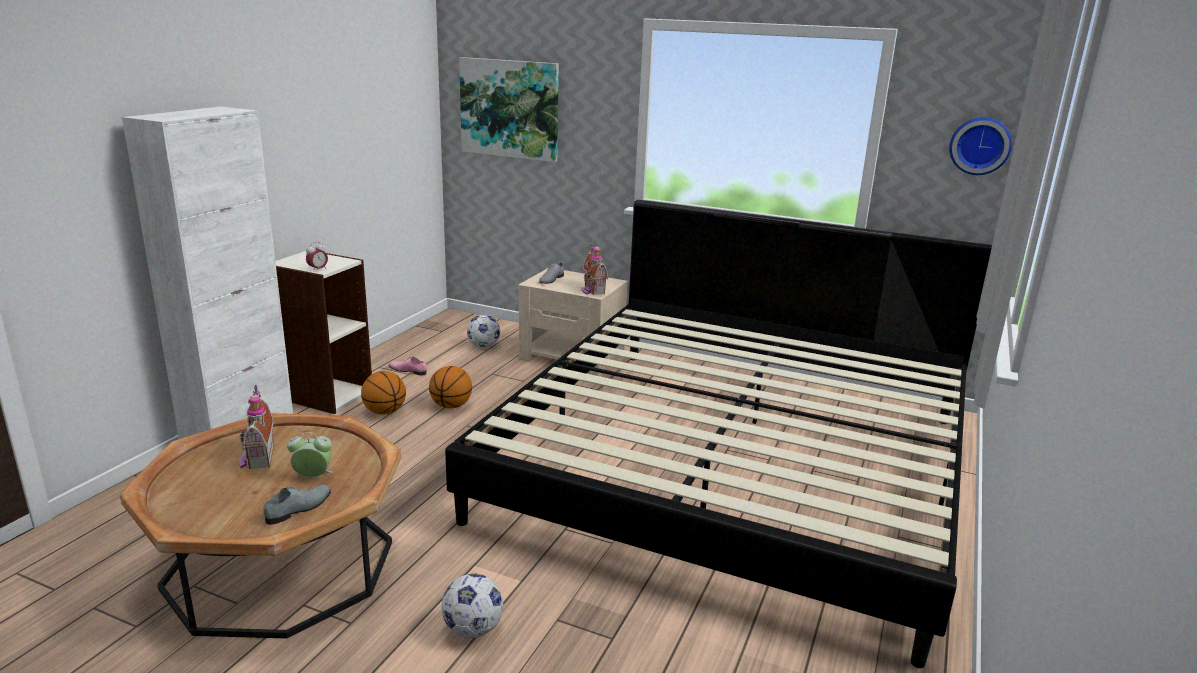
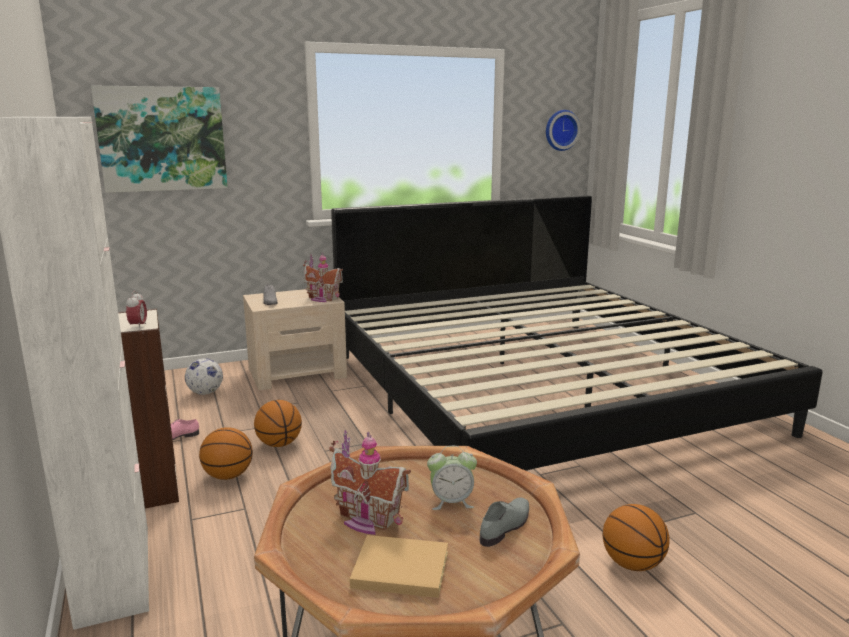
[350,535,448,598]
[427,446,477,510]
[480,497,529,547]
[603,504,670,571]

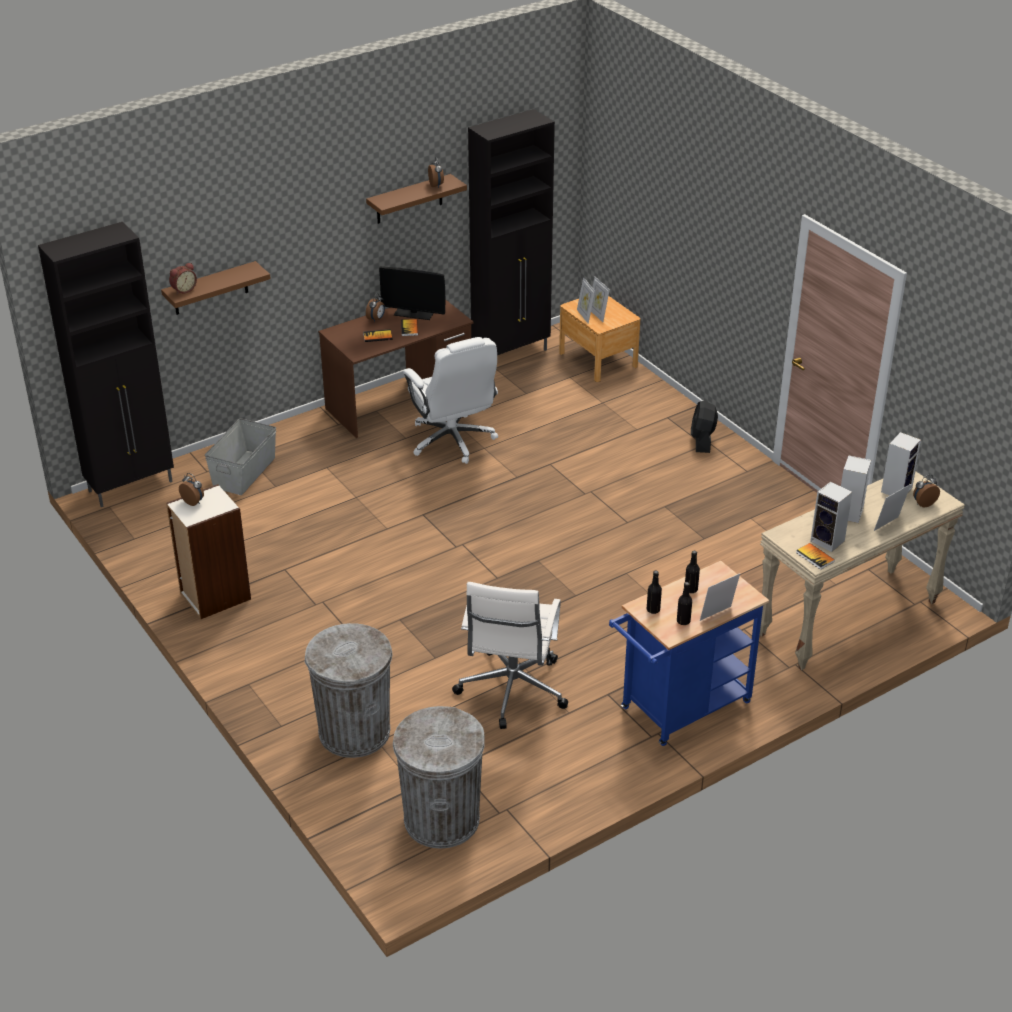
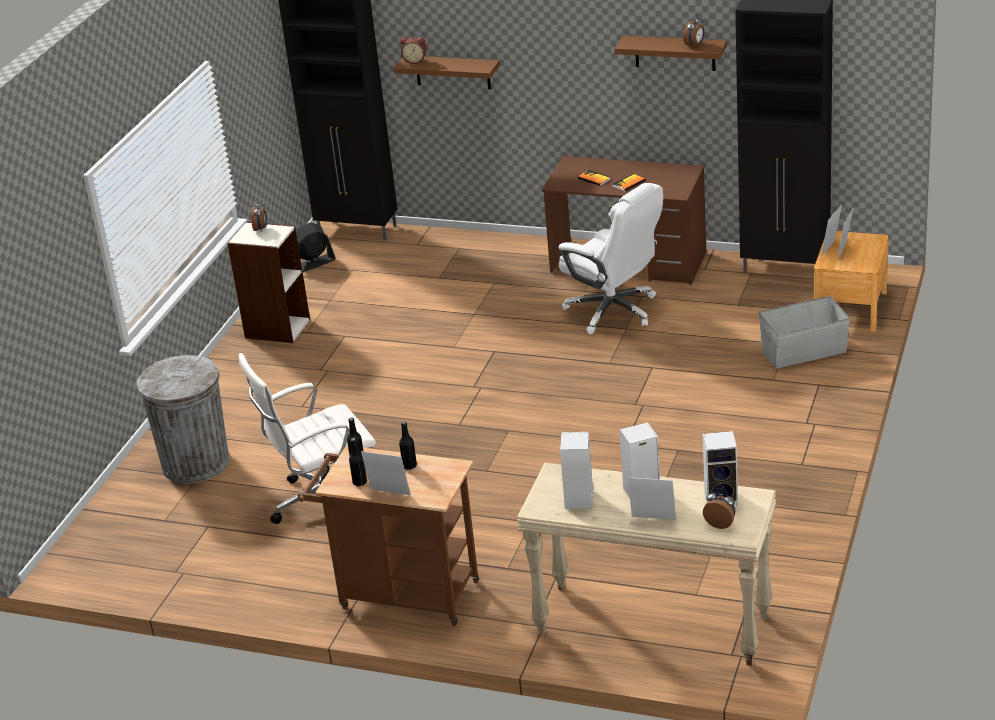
[296,223,336,272]
[298,446,479,626]
[559,183,663,334]
[759,296,850,369]
[366,293,385,322] (first image)
[379,266,445,320] (first image)
[393,706,484,848] (first image)
[796,543,835,570] (first image)

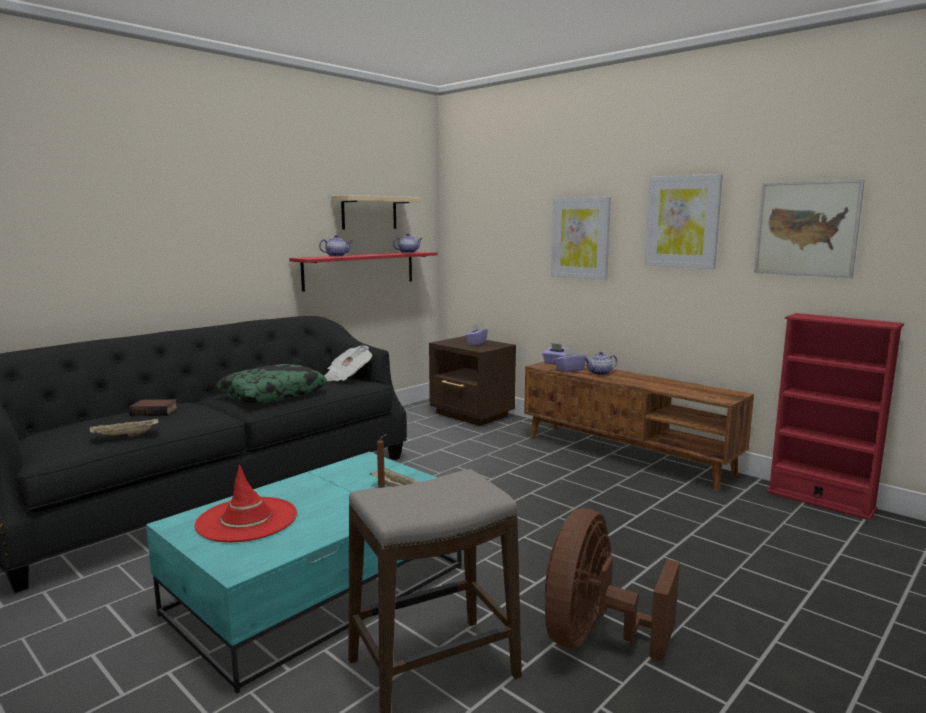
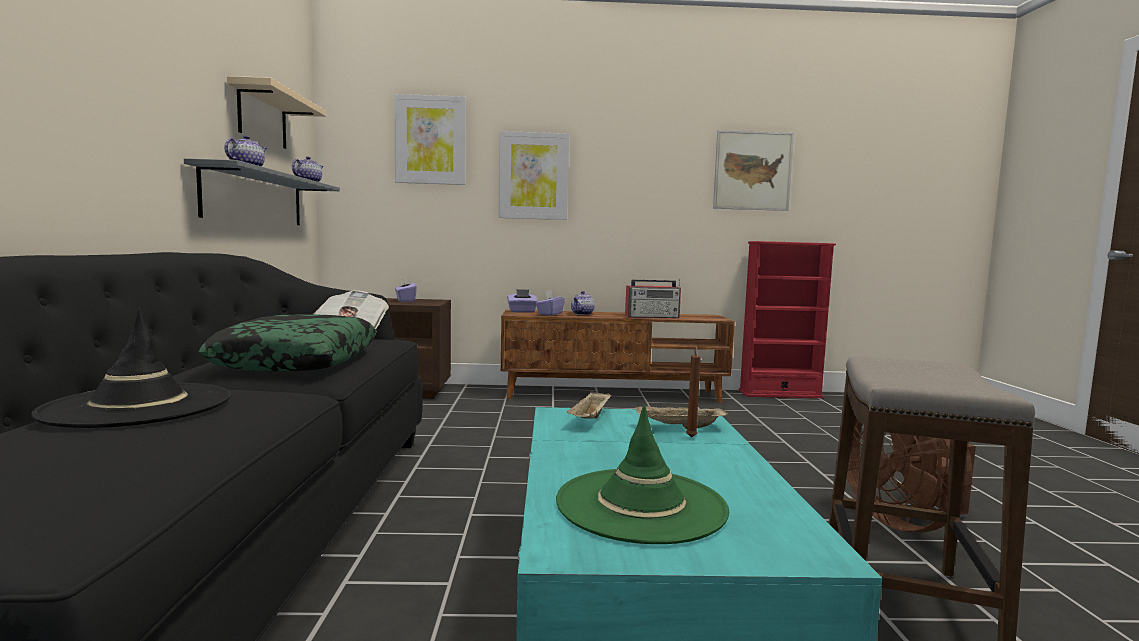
[31,308,231,428]
[184,158,340,225]
[394,94,466,185]
[556,405,729,544]
[567,390,612,419]
[625,279,681,319]

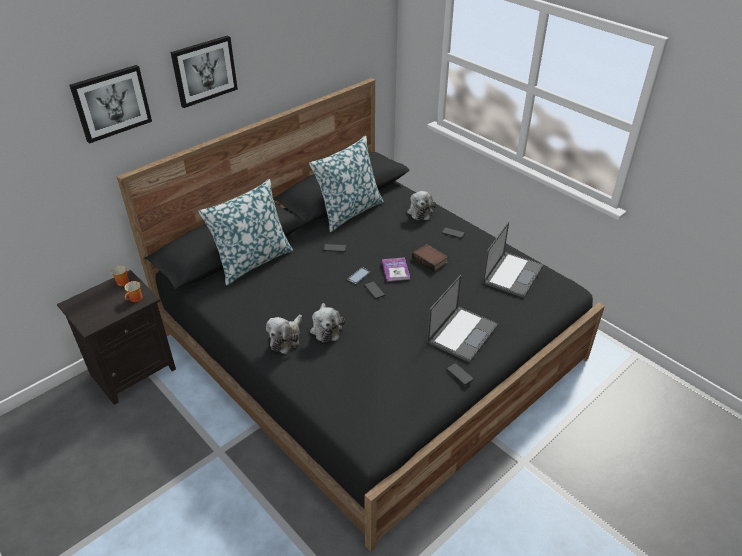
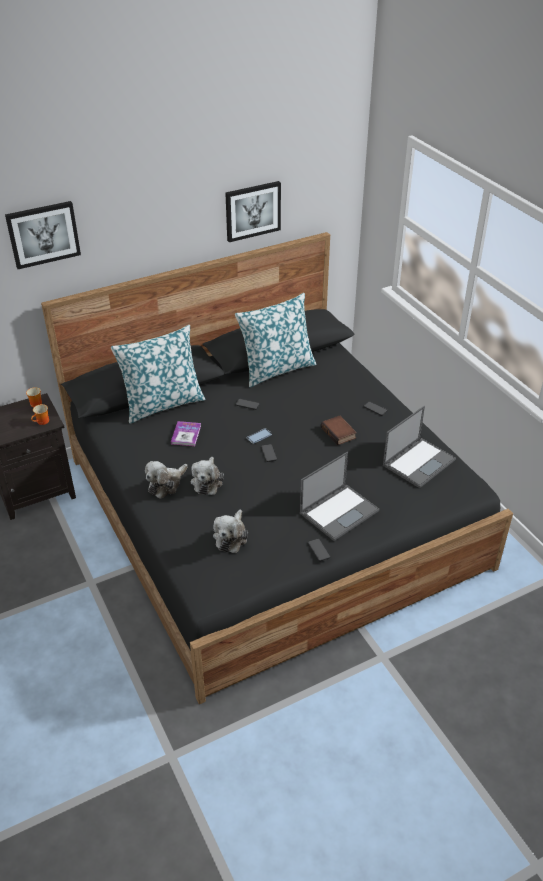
[171,421,201,446]
[213,510,248,553]
[225,181,281,242]

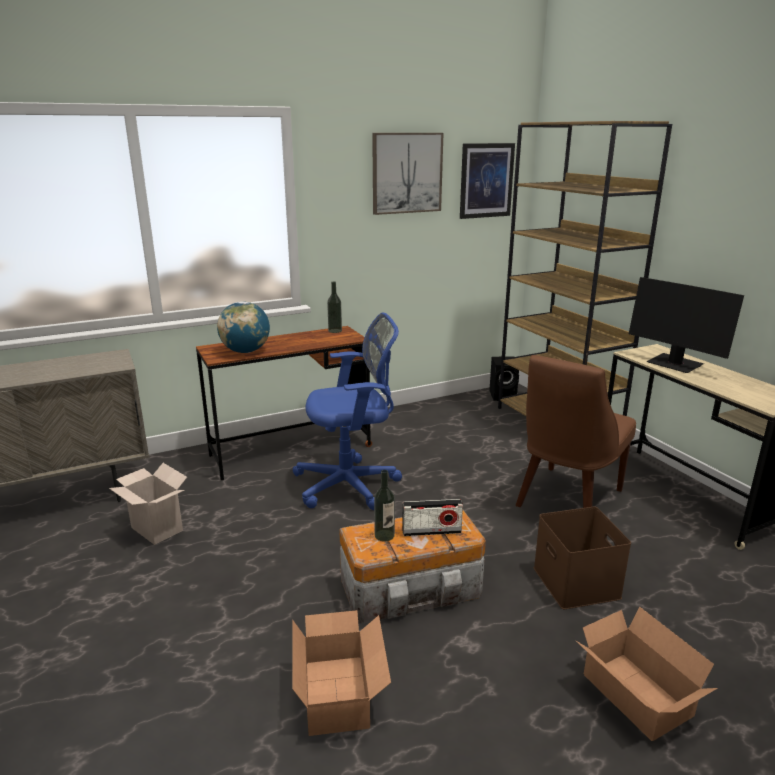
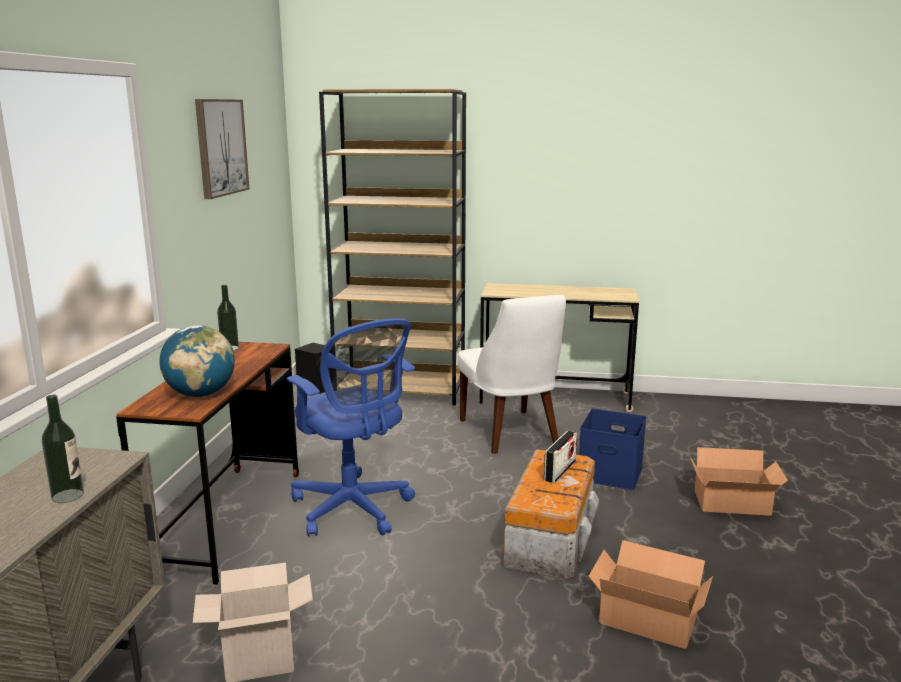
[42,395,84,503]
[287,318,415,536]
[458,295,566,454]
[579,409,646,490]
[460,143,515,219] (first image)
[629,277,744,373] (first image)

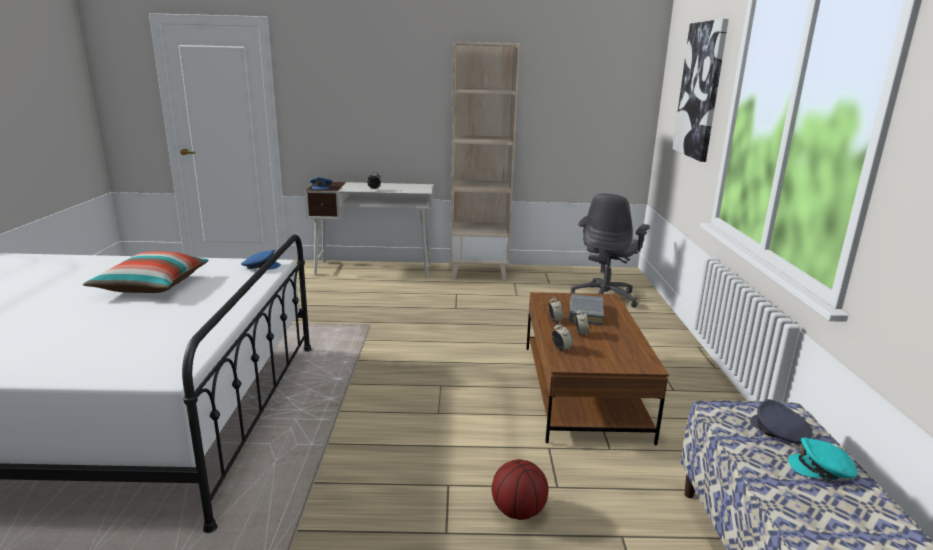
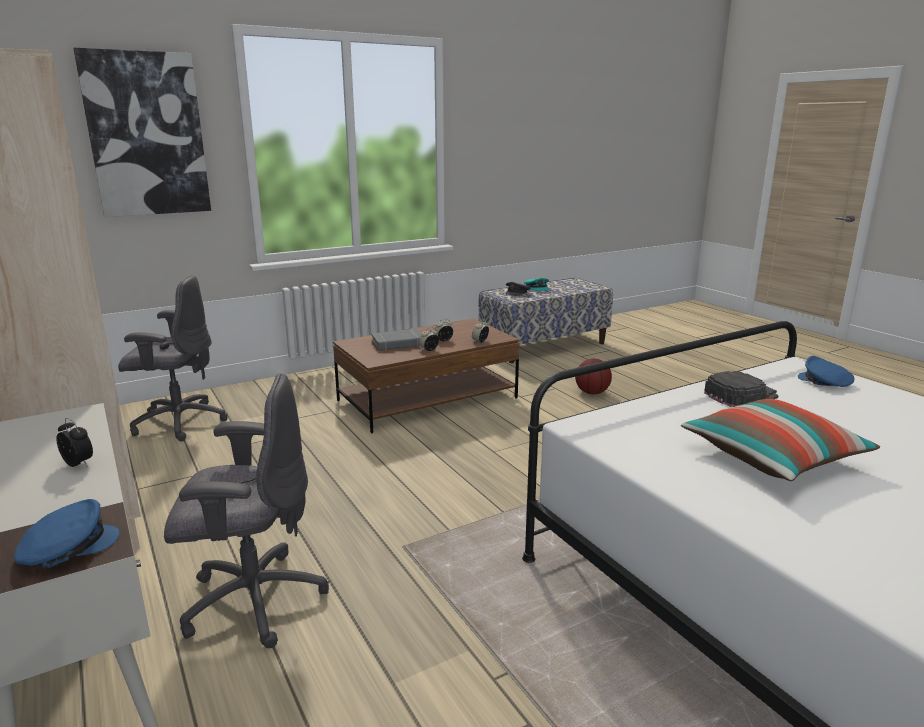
[164,373,329,648]
[704,371,778,407]
[798,356,854,387]

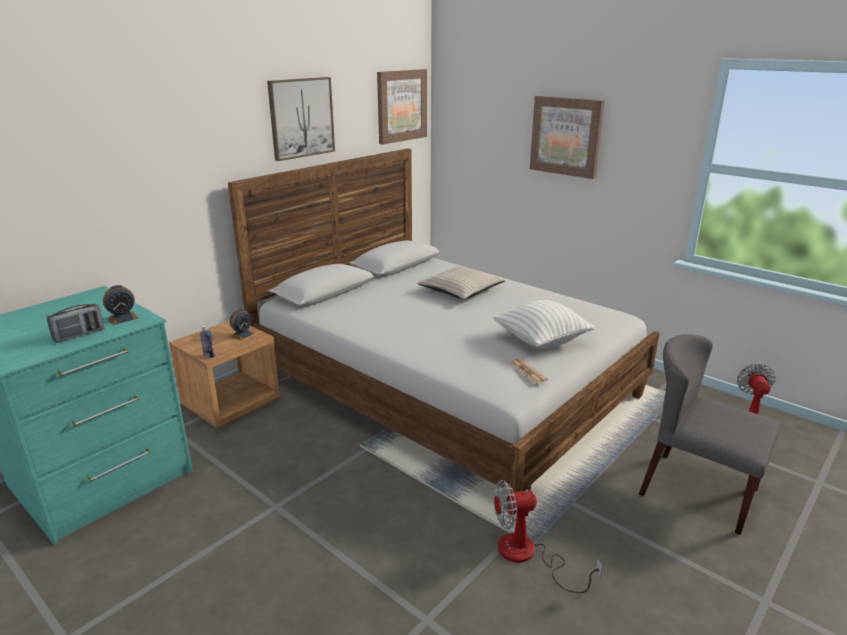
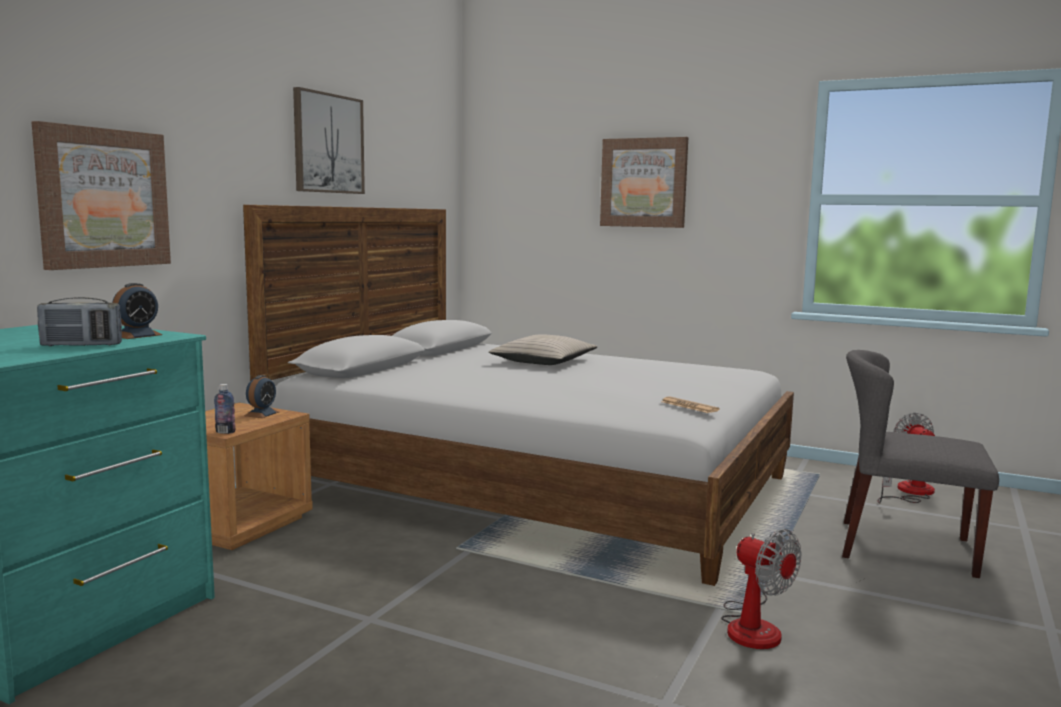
[31,121,171,270]
[37,297,122,346]
[721,529,802,649]
[493,300,595,348] (first image)

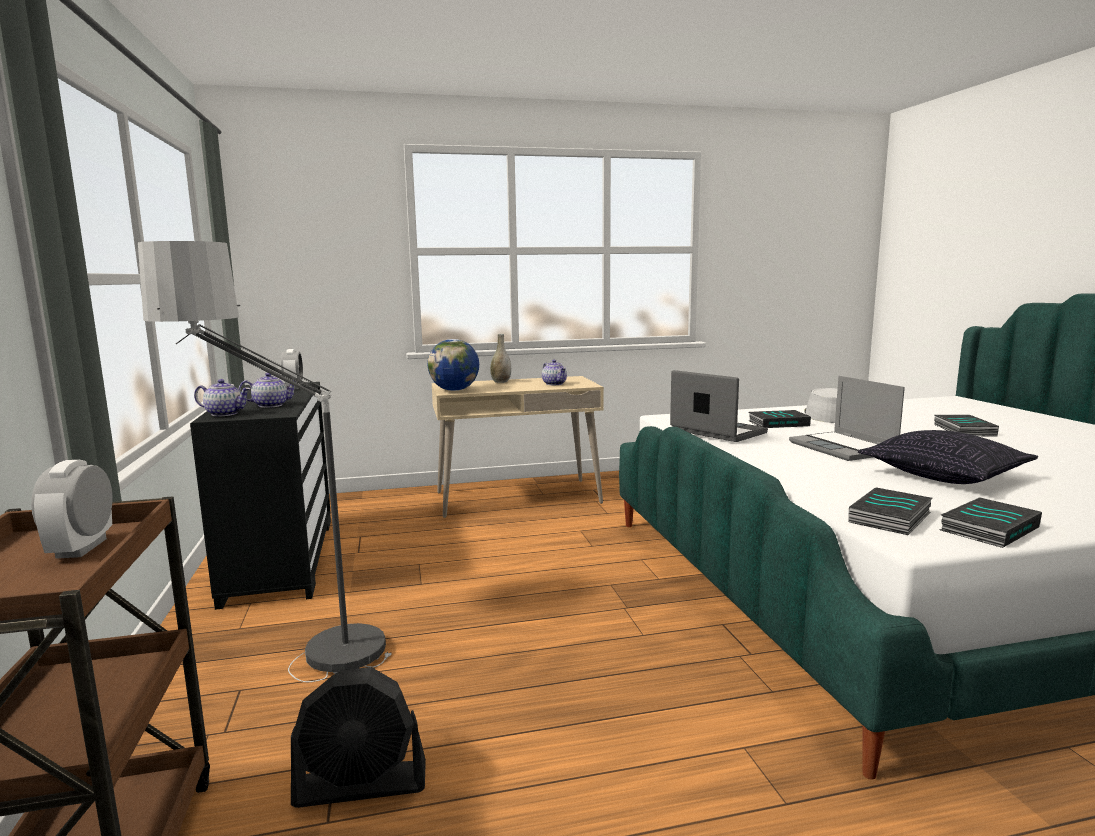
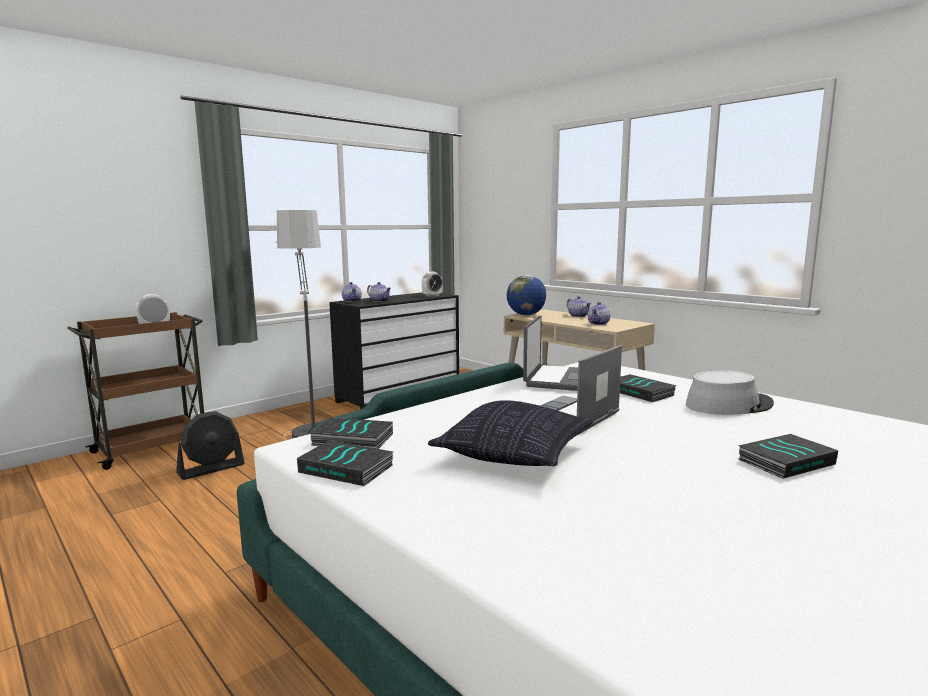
[176,411,245,480]
[567,296,591,317]

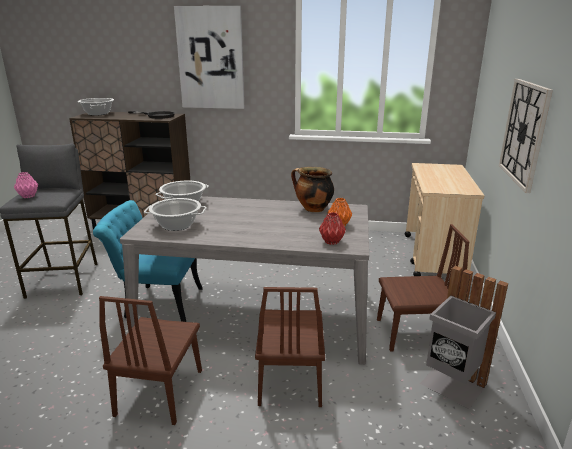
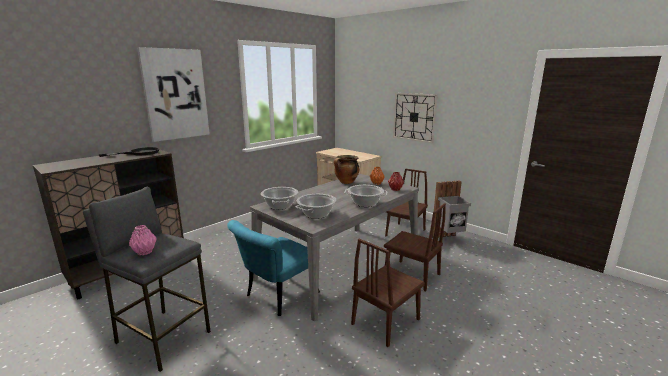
[344,185,387,207]
[351,239,425,347]

